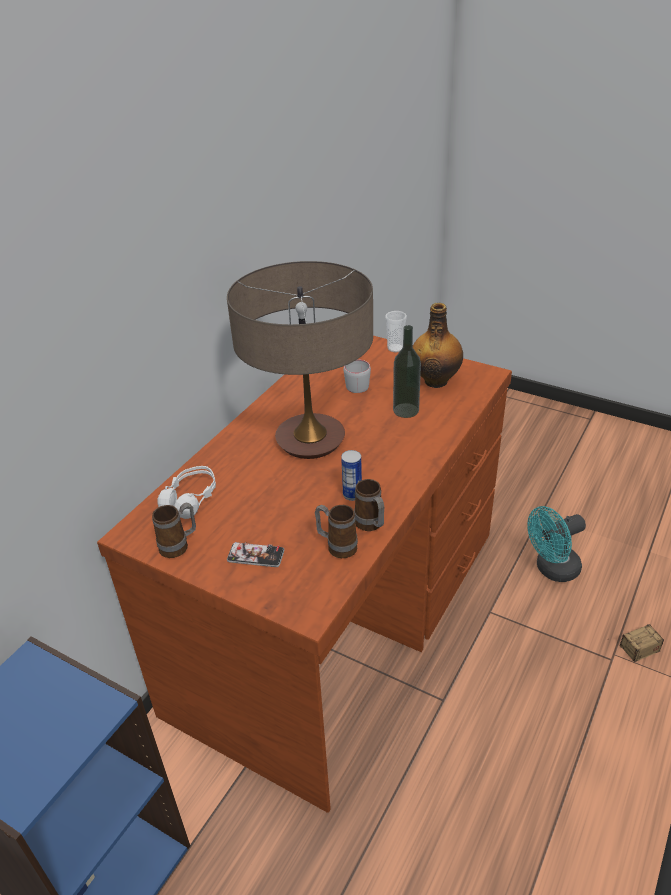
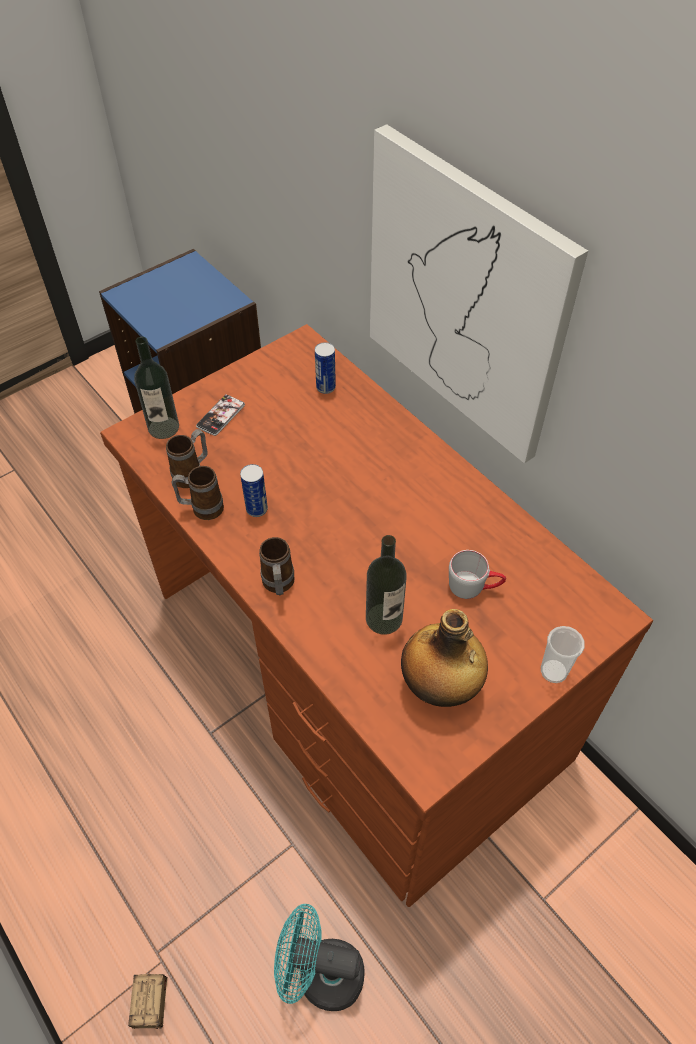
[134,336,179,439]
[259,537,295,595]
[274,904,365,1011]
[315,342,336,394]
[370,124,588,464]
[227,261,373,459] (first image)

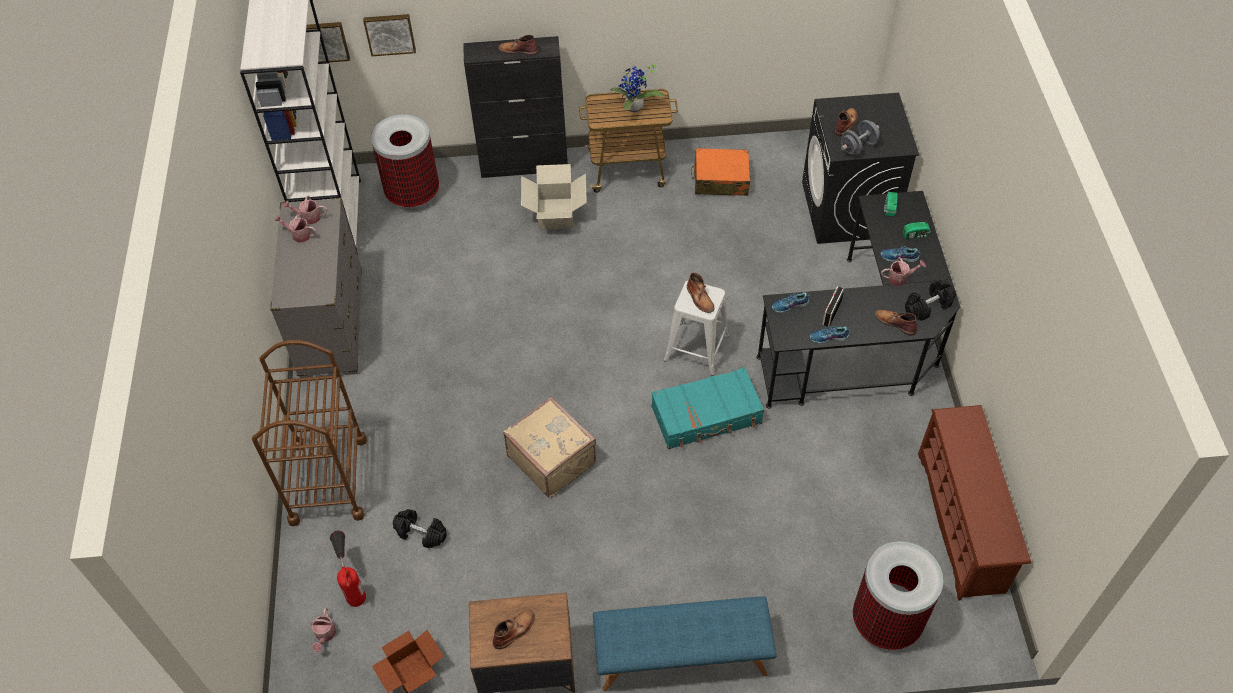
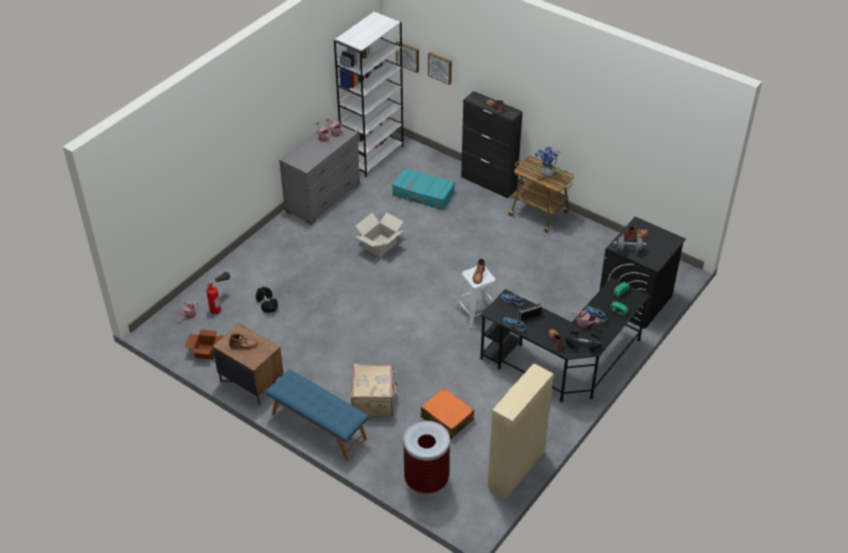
[351,364,397,417]
[356,212,404,257]
[392,168,455,210]
[421,388,474,439]
[487,363,554,499]
[252,340,367,526] (first image)
[371,114,439,210] (first image)

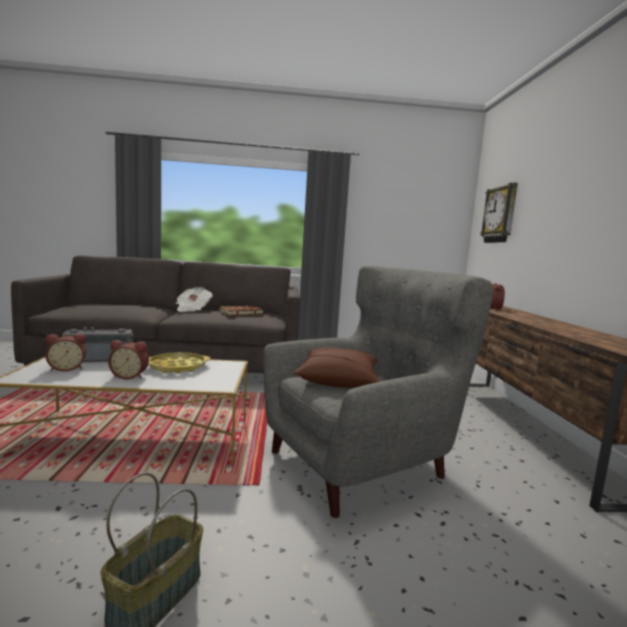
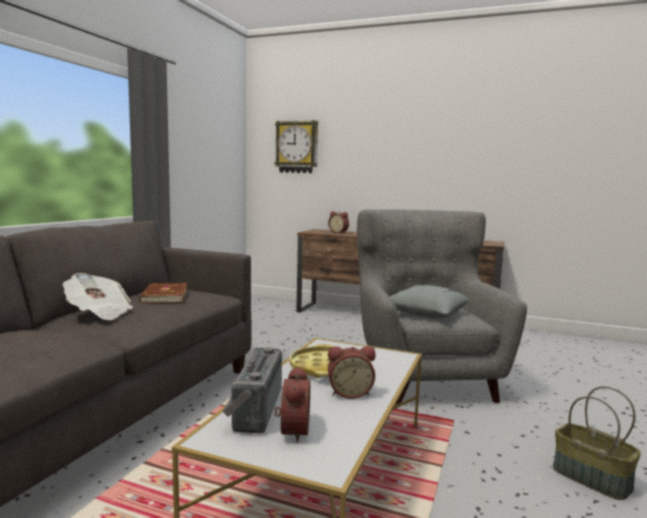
[328,346,376,399]
[390,285,469,319]

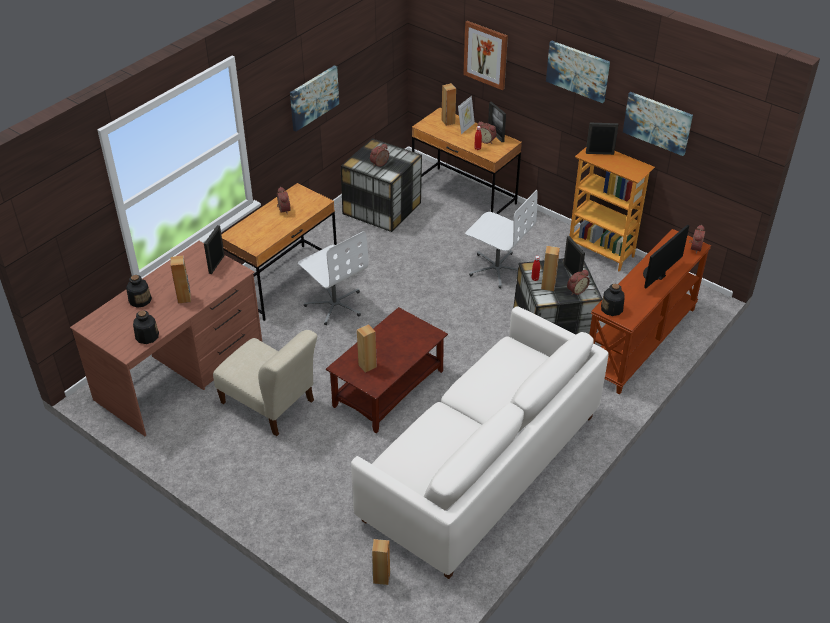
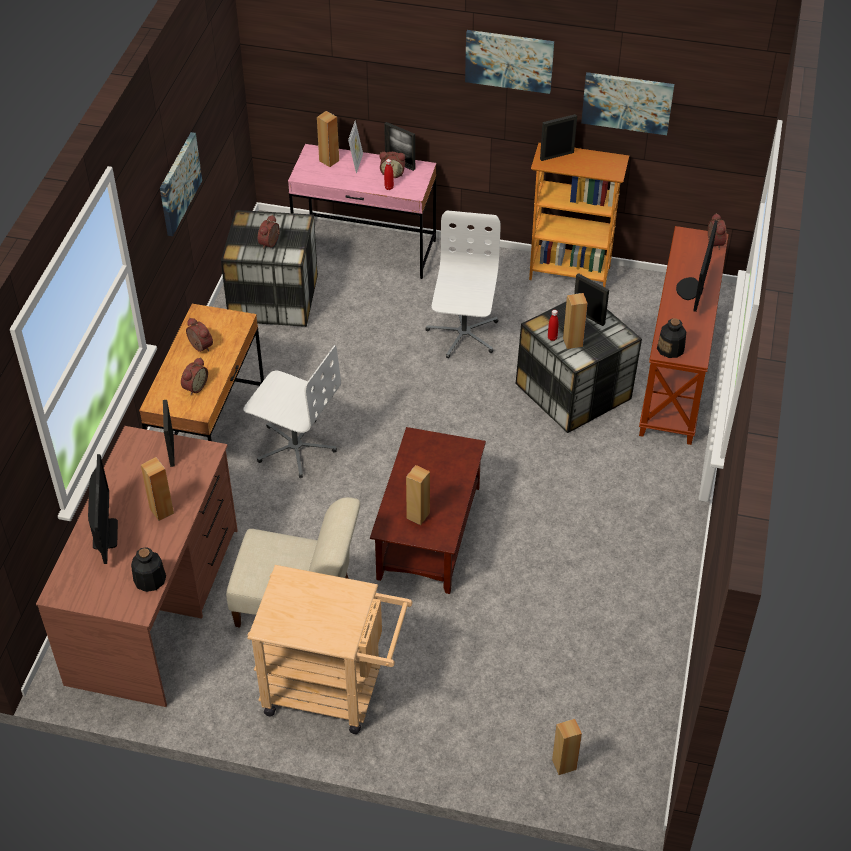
[88,454,118,564]
[181,357,208,395]
[247,565,413,734]
[288,144,436,279]
[425,210,501,358]
[351,306,609,579] (first image)
[463,21,508,90] (first image)

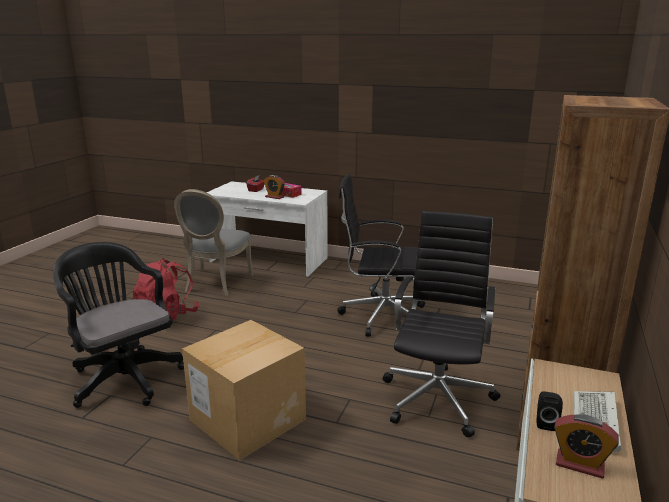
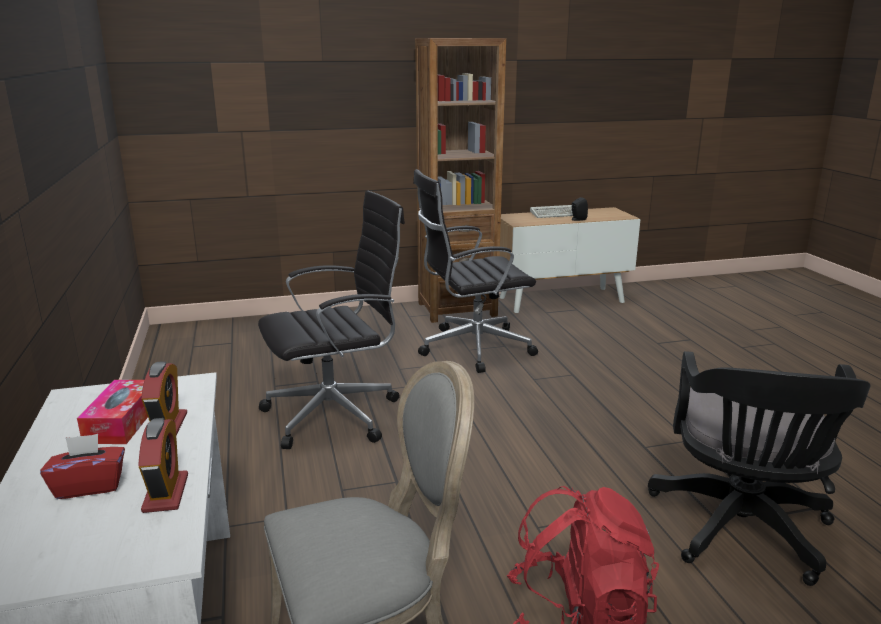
[138,418,188,513]
[258,190,405,449]
[182,320,306,460] (first image)

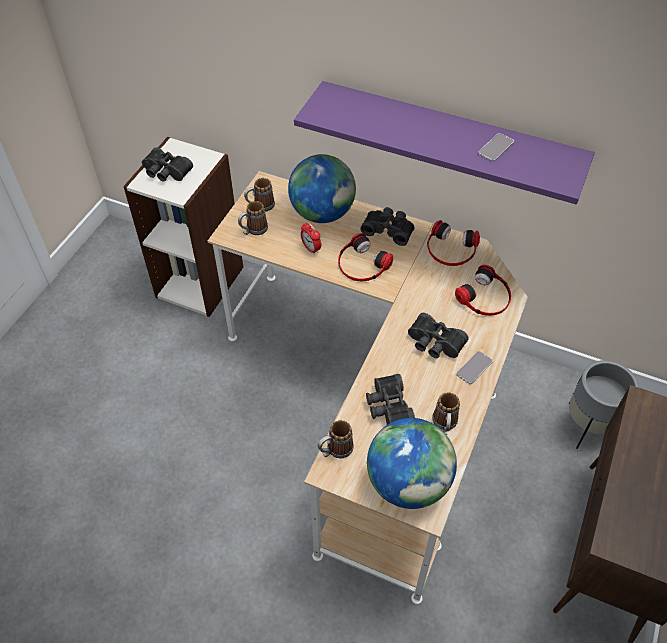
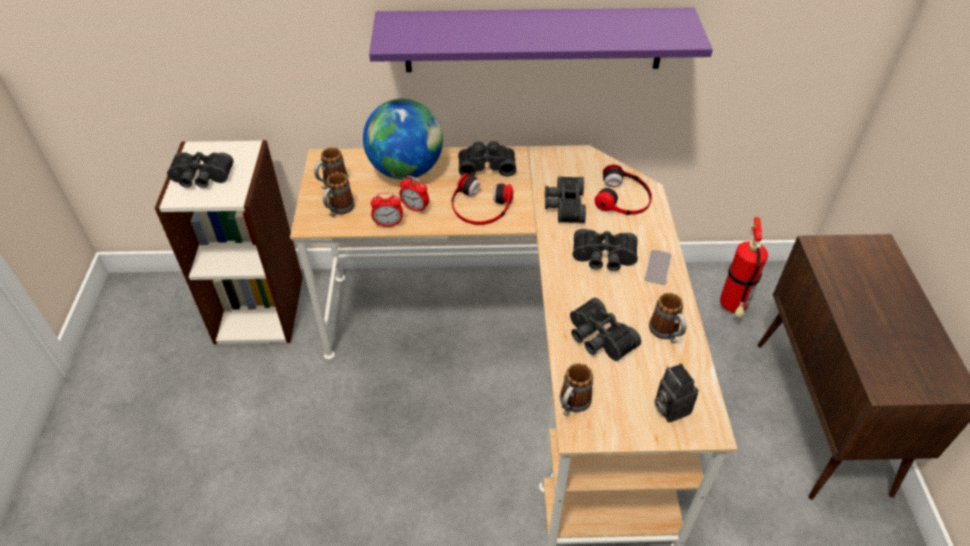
[371,192,403,227]
[545,176,586,223]
[654,364,699,423]
[720,217,768,317]
[427,220,480,266] (first image)
[478,133,514,161] (first image)

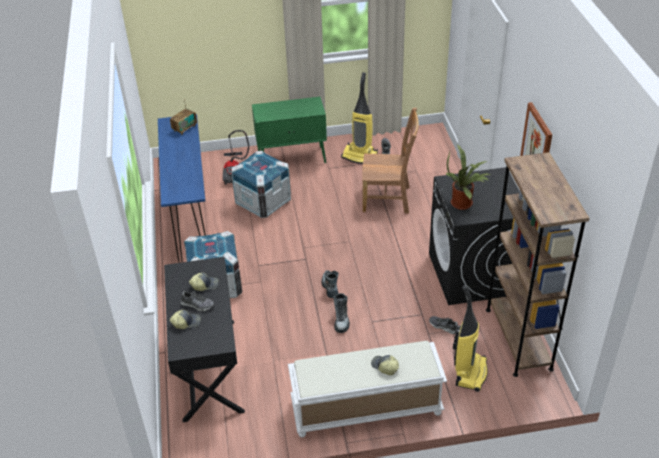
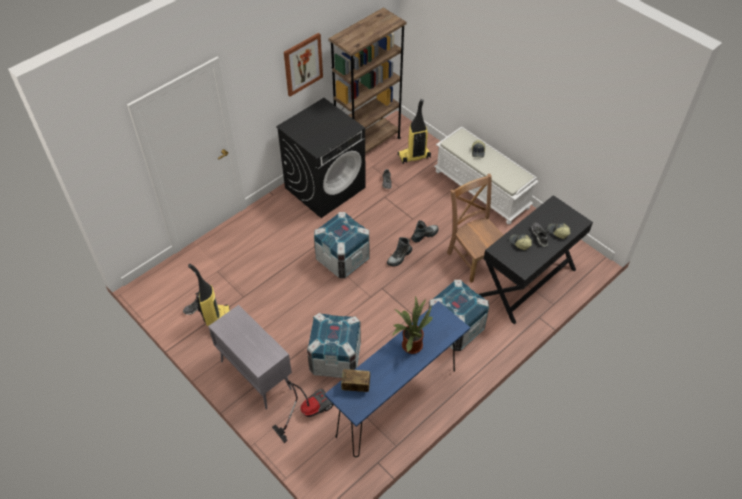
[208,305,292,410]
[314,212,369,278]
[392,296,433,354]
[447,174,503,283]

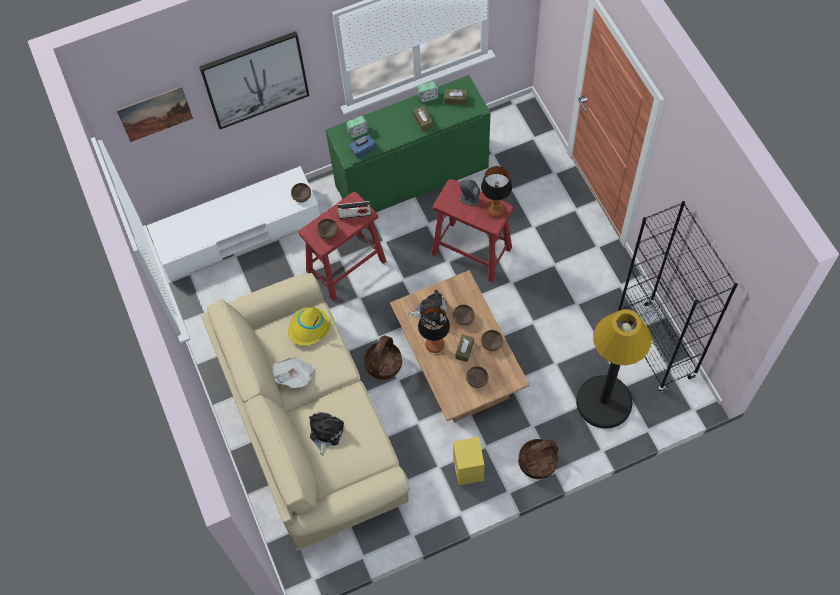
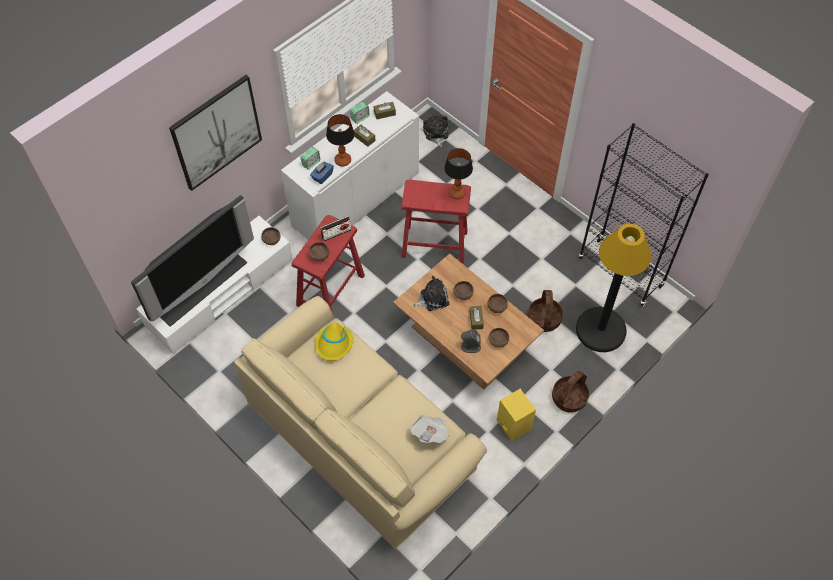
[131,195,254,327]
[281,91,419,240]
[326,114,355,166]
[410,415,449,443]
[423,115,448,147]
[461,329,481,353]
[528,290,563,332]
[117,86,193,142] (first image)

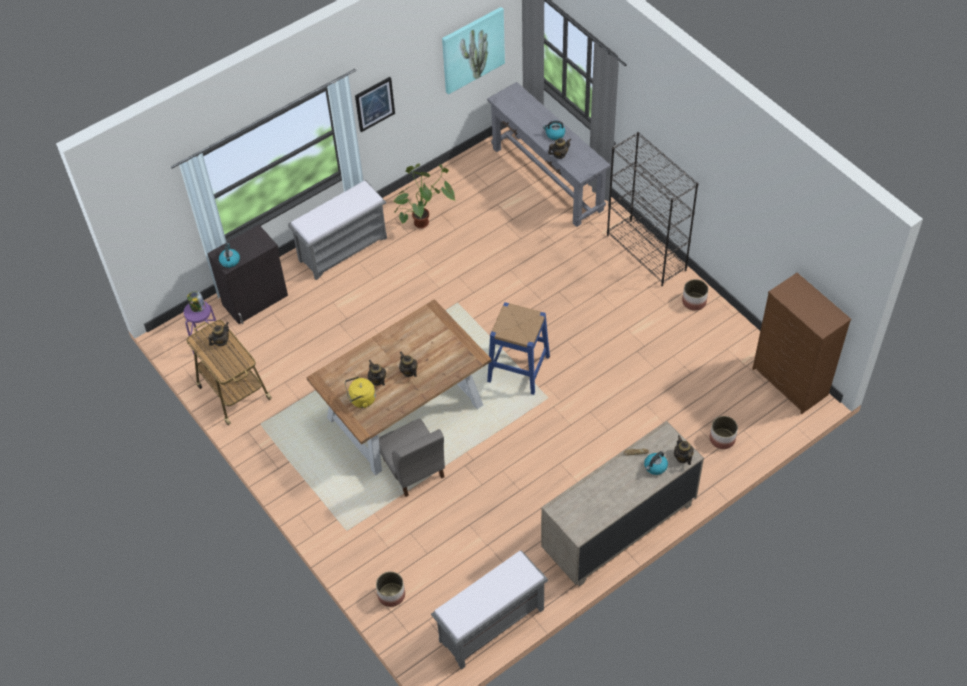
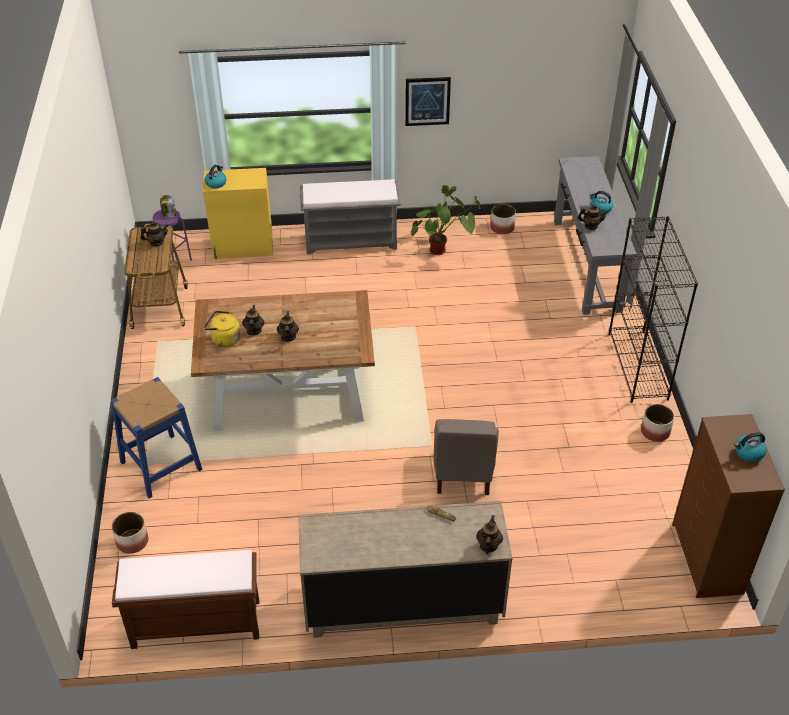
[111,377,202,499]
[112,550,259,649]
[203,168,273,259]
[433,419,499,495]
[490,204,516,234]
[734,432,766,462]
[442,7,505,95] (first image)

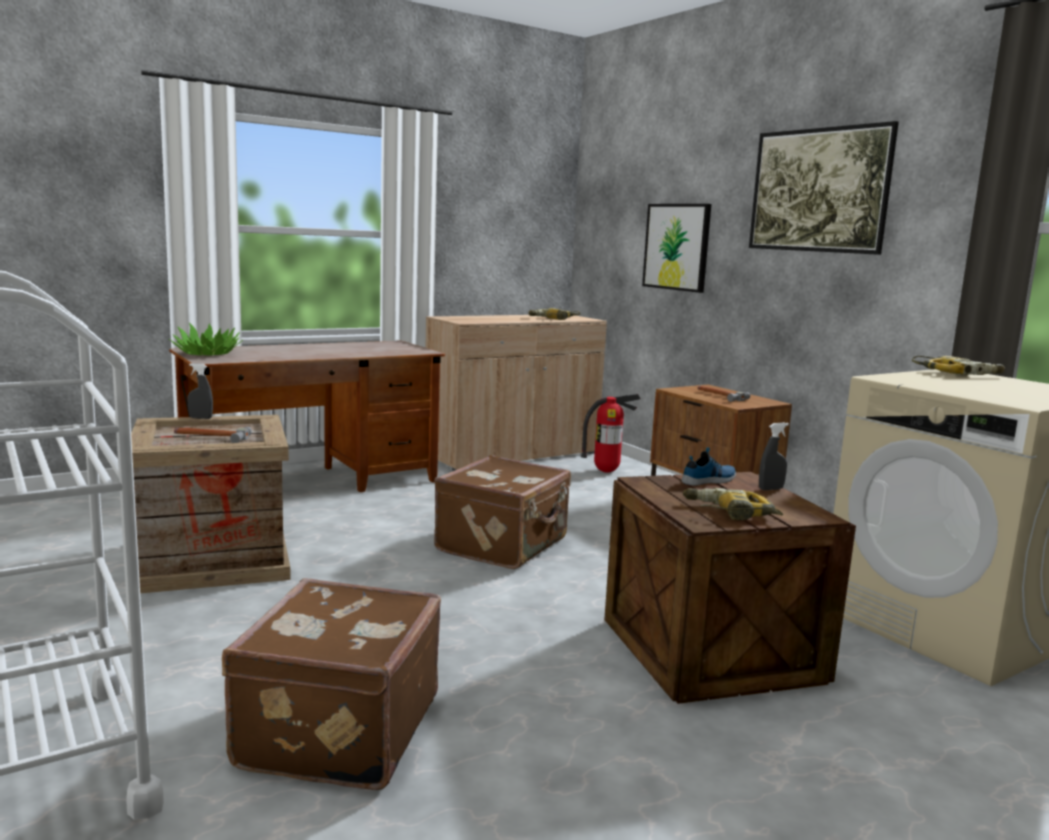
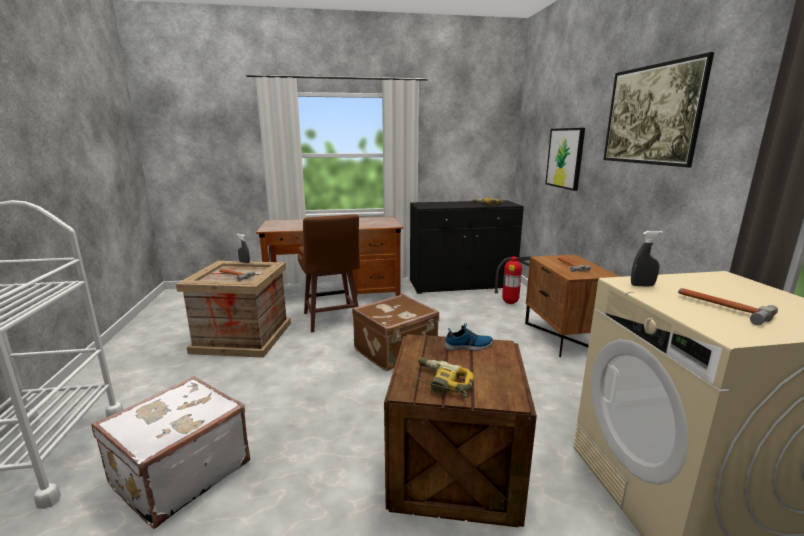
[91,376,250,529]
[298,214,360,332]
[410,200,524,294]
[631,231,663,287]
[678,288,778,325]
[169,322,243,356] (first image)
[912,356,1005,376] (first image)

